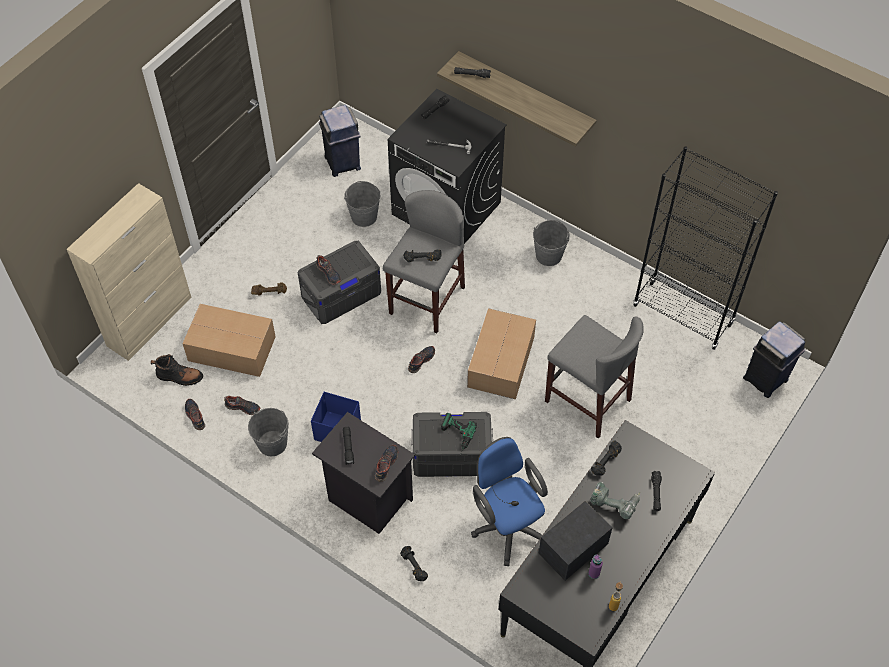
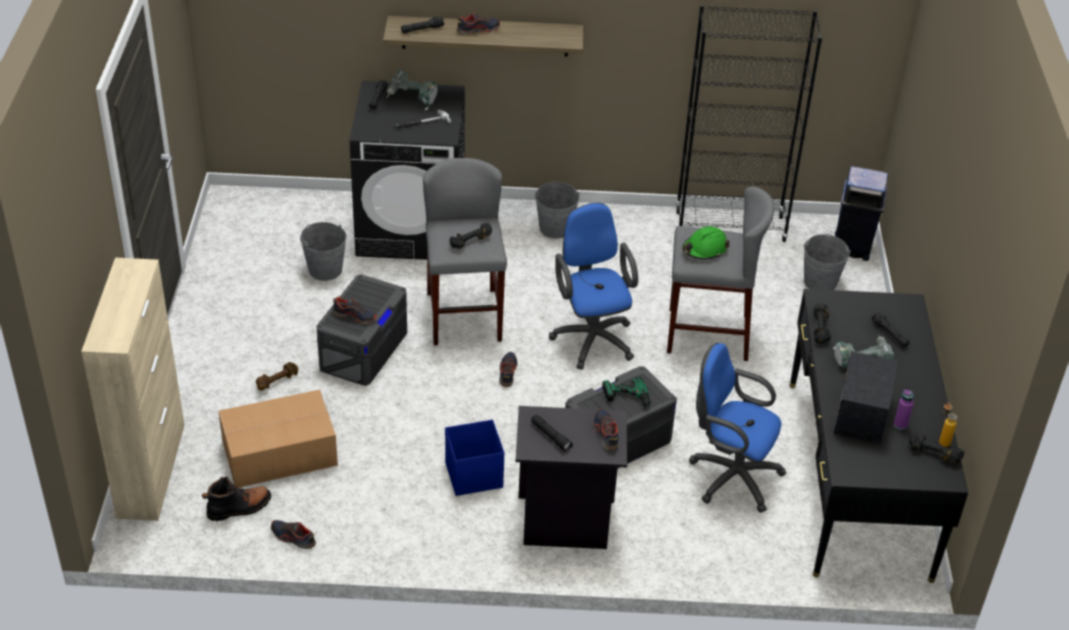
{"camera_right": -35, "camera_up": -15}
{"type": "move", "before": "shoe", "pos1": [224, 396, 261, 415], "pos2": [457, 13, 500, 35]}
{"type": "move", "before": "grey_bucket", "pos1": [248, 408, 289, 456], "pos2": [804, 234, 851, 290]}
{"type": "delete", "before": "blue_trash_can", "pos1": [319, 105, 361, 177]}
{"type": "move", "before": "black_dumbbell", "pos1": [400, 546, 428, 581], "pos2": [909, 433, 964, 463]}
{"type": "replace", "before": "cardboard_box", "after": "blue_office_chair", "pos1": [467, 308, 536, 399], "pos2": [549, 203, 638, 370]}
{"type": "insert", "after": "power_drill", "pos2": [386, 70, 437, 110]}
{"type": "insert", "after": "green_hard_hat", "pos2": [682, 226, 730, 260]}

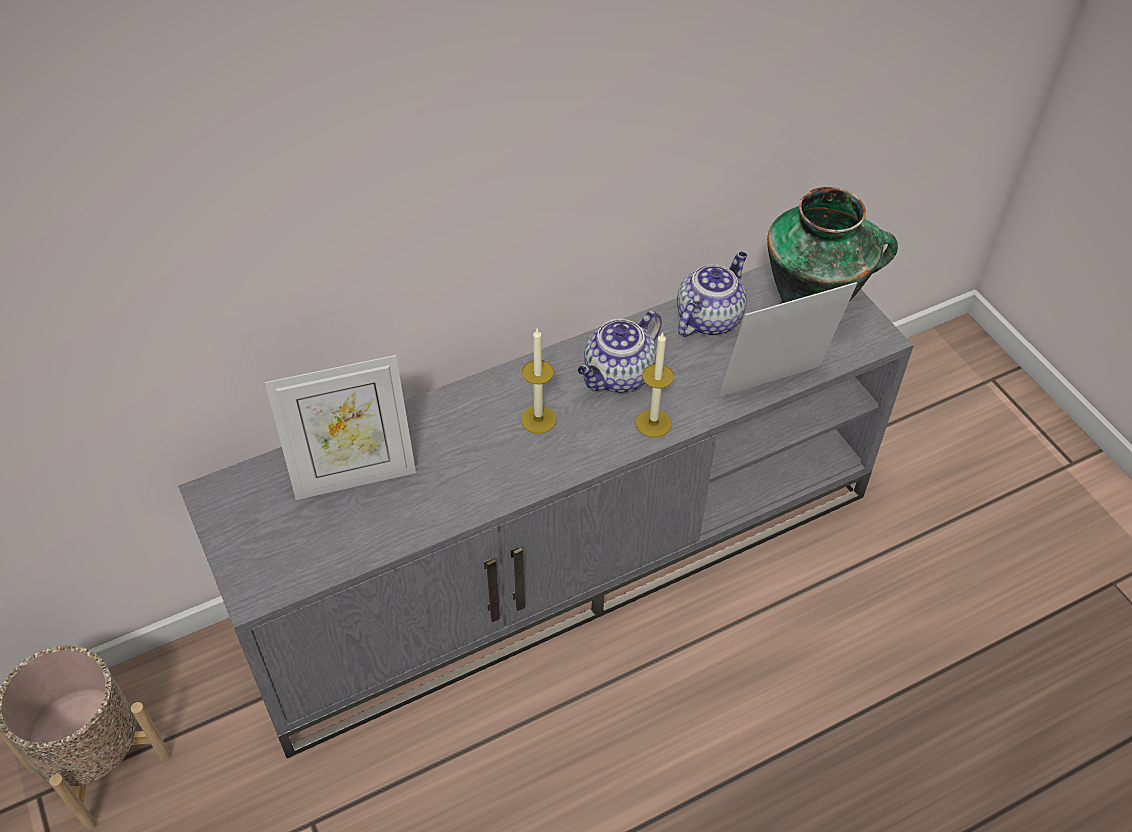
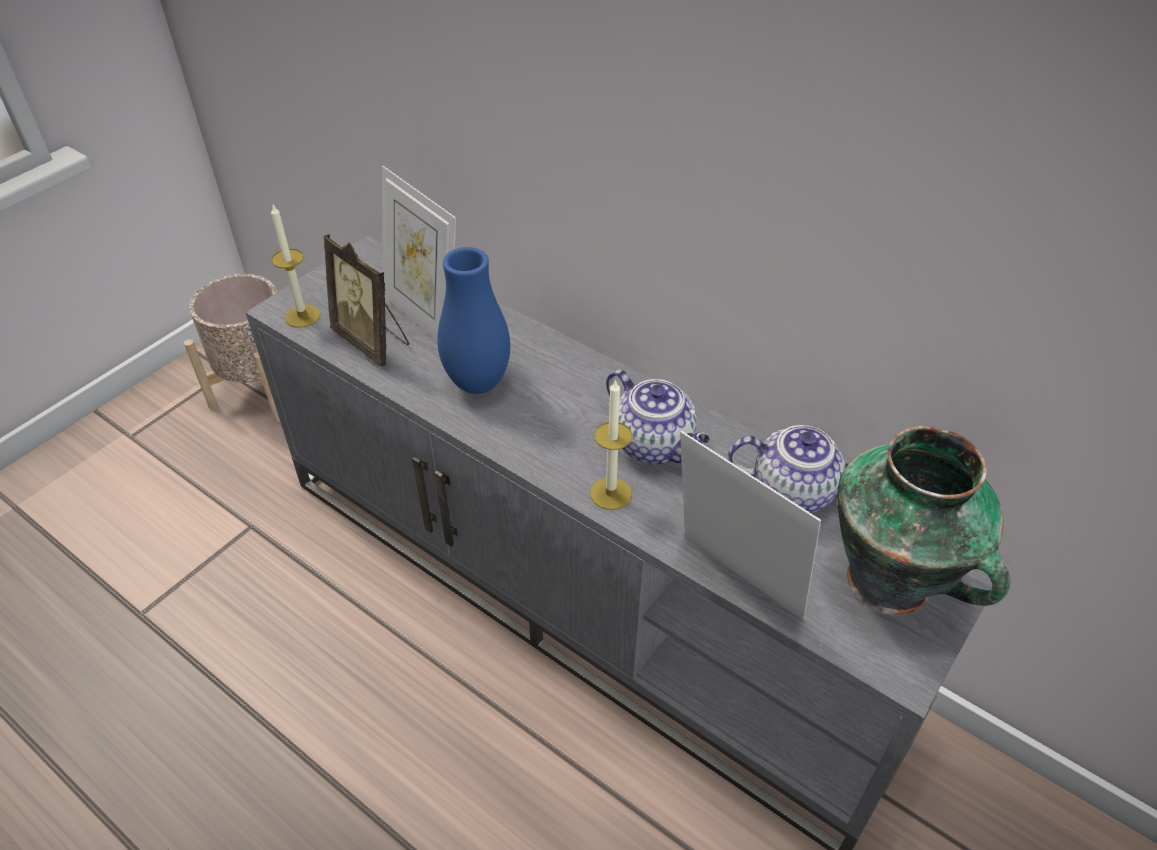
{"camera_right": 65, "camera_up": -5}
{"type": "move", "before": "candle", "pos1": [521, 329, 556, 434], "pos2": [271, 205, 321, 328]}
{"type": "rotate", "before": "teapot", "pos1": [578, 311, 662, 393], "pos2": [606, 369, 710, 464], "turn": -150}
{"type": "insert", "after": "picture_frame", "pos2": [324, 234, 409, 367]}
{"type": "insert", "after": "blue_vase", "pos2": [437, 247, 510, 394]}

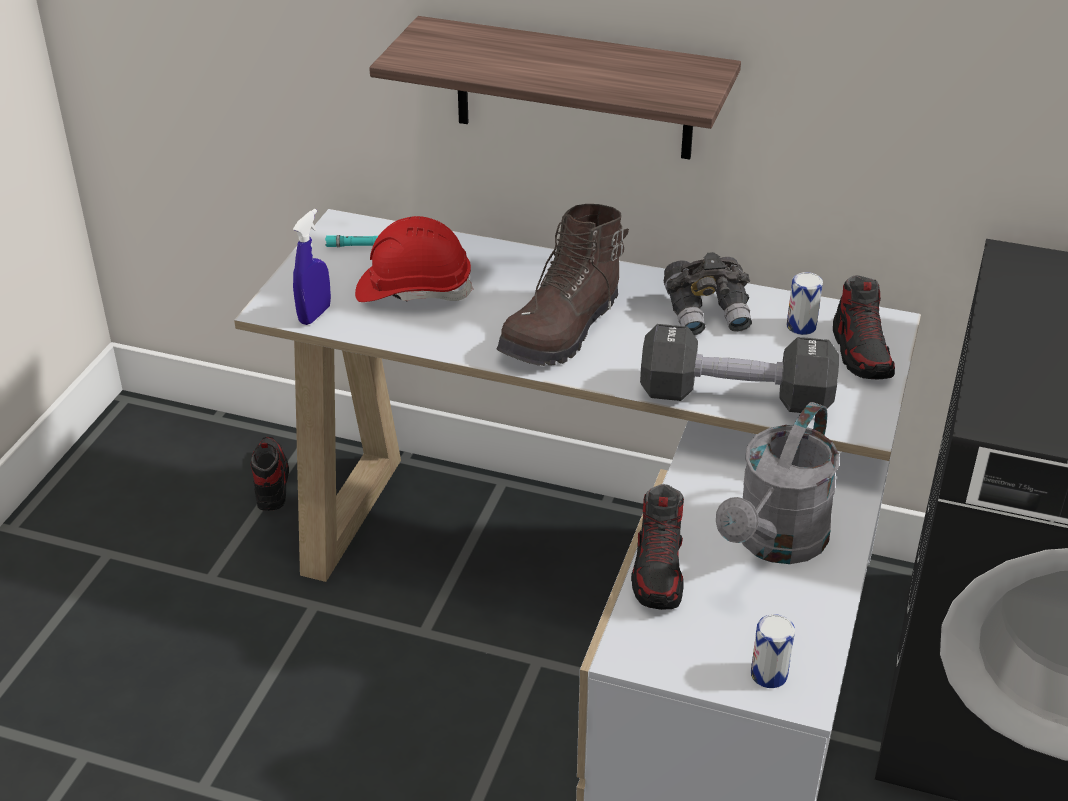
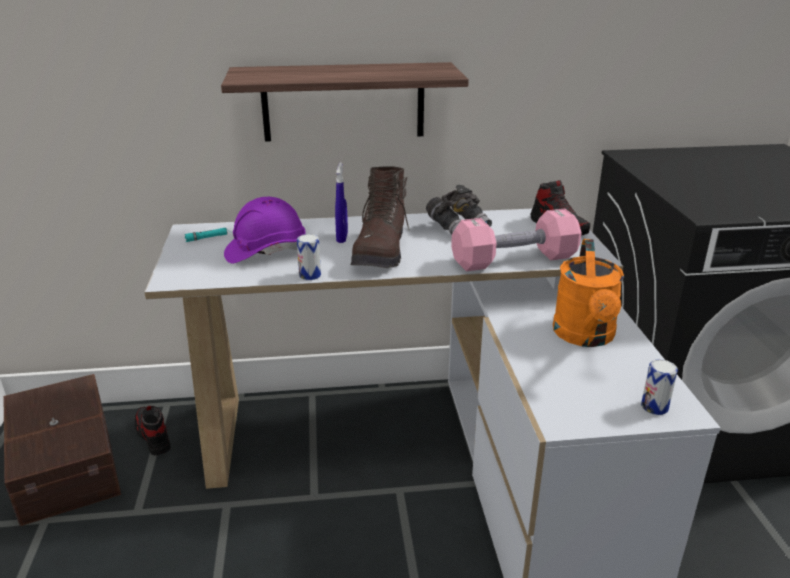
{"camera_right": -25, "camera_up": -10}
{"type": "move", "before": "blue_spray_bottle", "pos1": [293, 209, 331, 325], "pos2": [335, 162, 348, 243]}
{"type": "recolor", "before": "red_hard_hat", "after": "purple_hard_hat", "pos1": [355, 216, 473, 302], "pos2": [224, 197, 306, 263]}
{"type": "delete", "before": "shoe", "pos1": [631, 484, 684, 610]}
{"type": "recolor", "before": "black_dumbbell", "after": "pink_dumbbell", "pos1": [640, 324, 839, 413], "pos2": [451, 208, 582, 271]}
{"type": "recolor", "before": "grey_watering_can", "after": "orange_watering_can", "pos1": [716, 402, 839, 564], "pos2": [553, 239, 624, 347]}
{"type": "move", "before": "can", "pos1": [787, 272, 823, 335], "pos2": [297, 234, 321, 280]}
{"type": "insert", "after": "brown_storage_box", "pos2": [4, 374, 121, 526]}

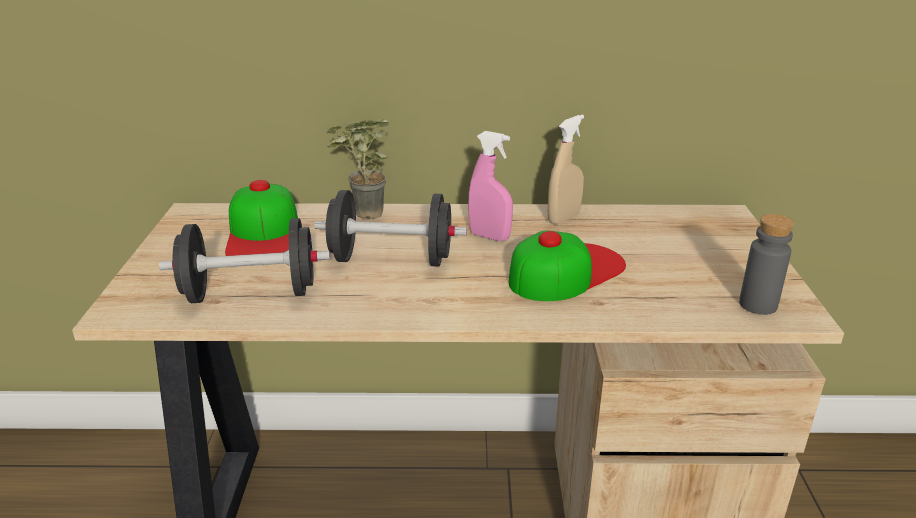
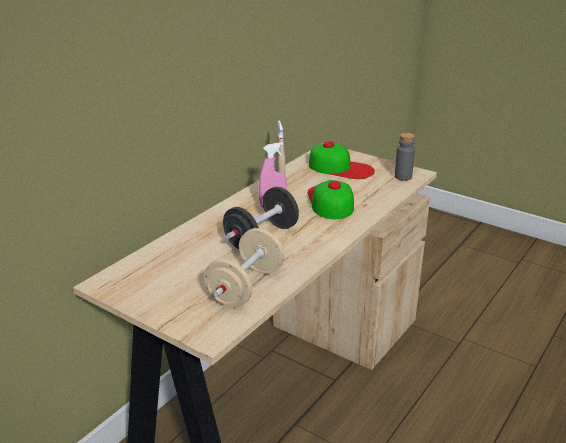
{"camera_right": -55, "camera_up": 0}
{"type": "recolor", "before": "black_dumbbell", "after": "beige_dumbbell", "pos1": [159, 218, 330, 303], "pos2": [204, 228, 284, 308]}
{"type": "move", "before": "cap", "pos1": [225, 180, 298, 256], "pos2": [309, 141, 375, 179]}
{"type": "delete", "before": "potted_plant", "pos1": [327, 119, 389, 219]}

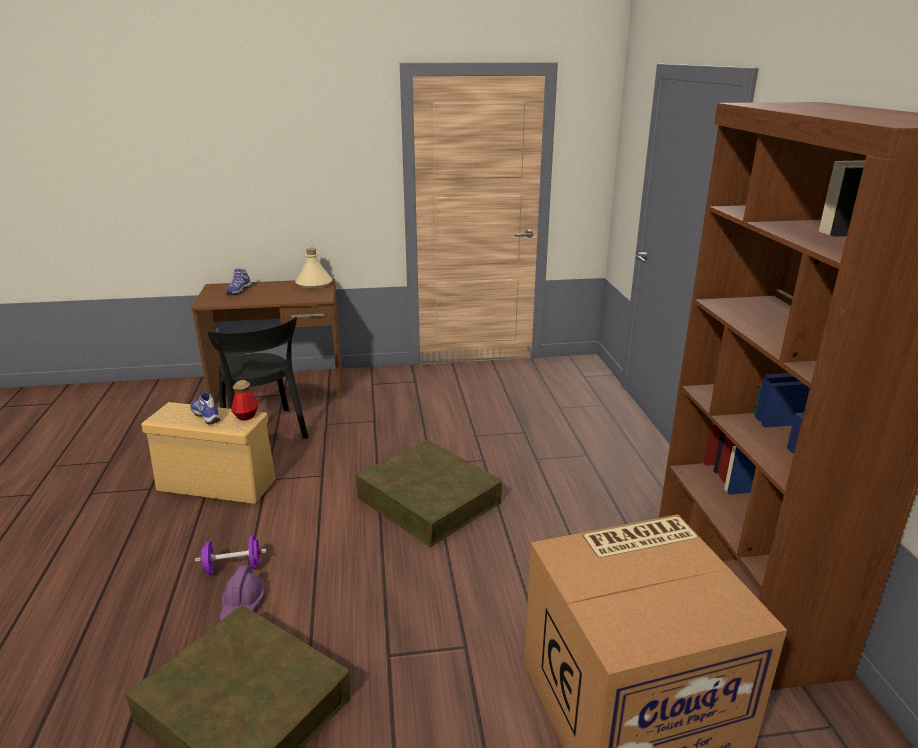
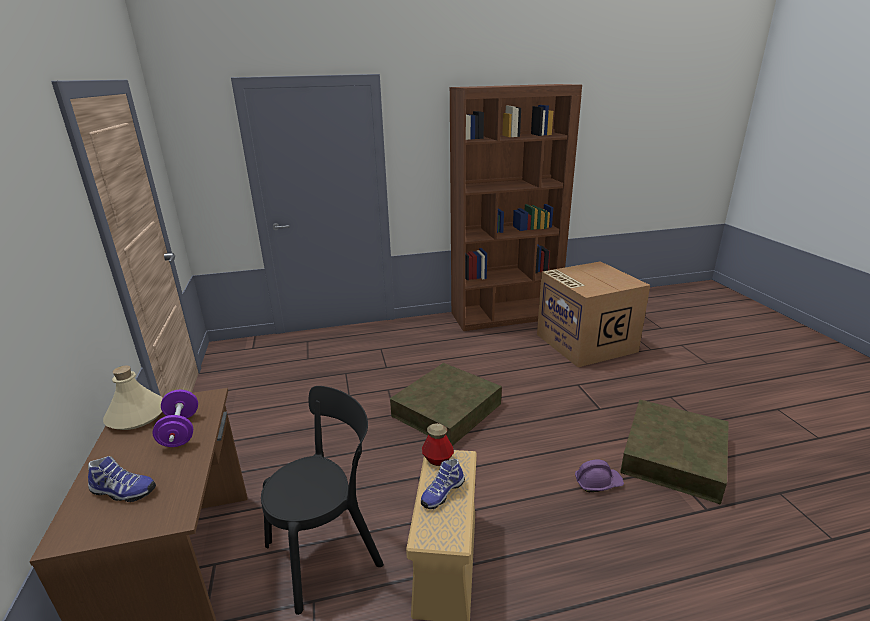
{"camera_right": -95, "camera_up": 0}
{"type": "move", "before": "purple_dumbbell", "pos1": [195, 536, 266, 575], "pos2": [153, 390, 198, 447]}

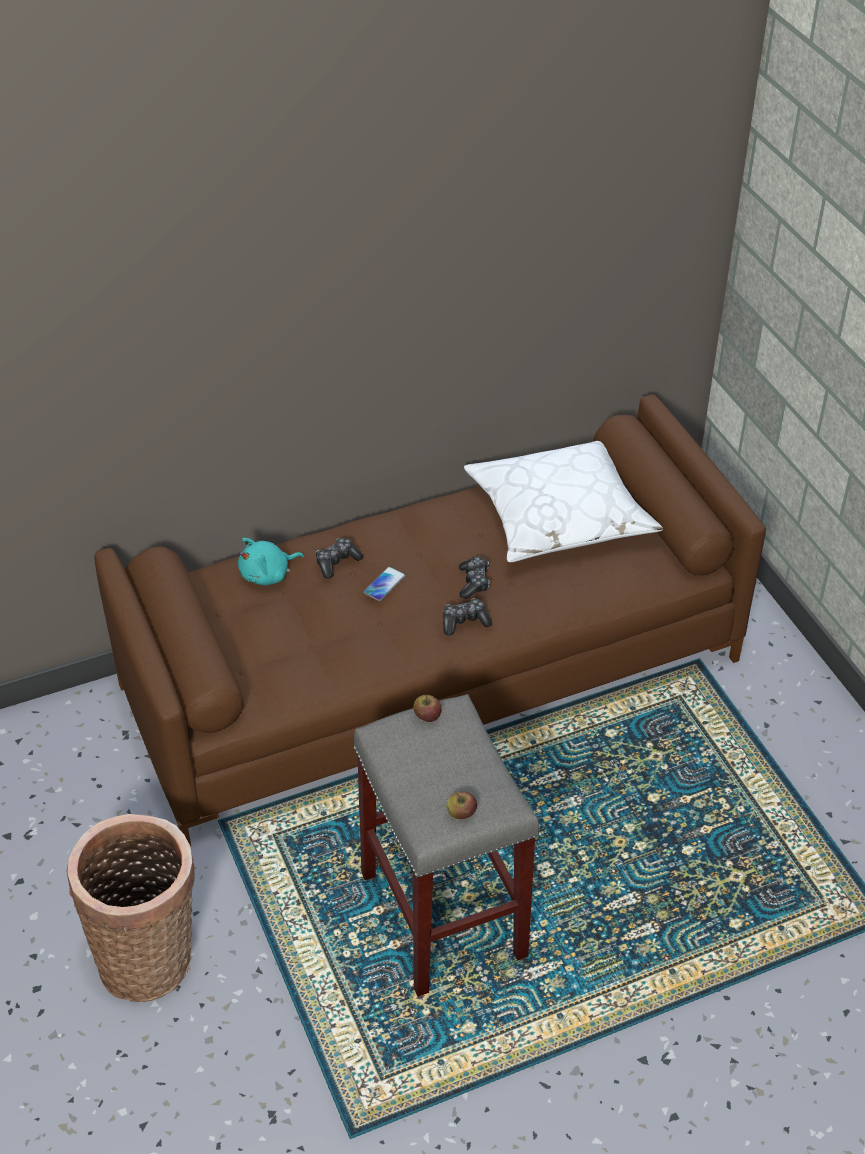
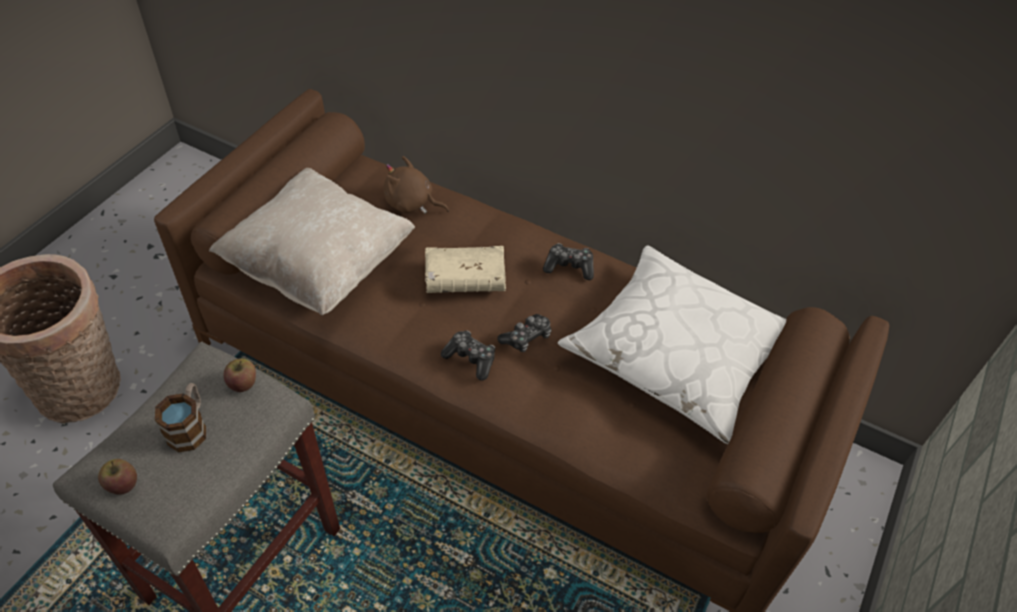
{"camera_right": 50, "camera_up": 5}
{"type": "recolor", "before": "turquoise_plush_toy", "after": "brown_plush_toy", "pos1": [238, 538, 304, 585], "pos2": [383, 156, 449, 214]}
{"type": "move", "before": "game_controller", "pos1": [316, 538, 363, 579], "pos2": [543, 243, 594, 280]}
{"type": "replace", "before": "phone", "after": "beige_book", "pos1": [363, 566, 406, 601], "pos2": [425, 246, 506, 293]}
{"type": "insert", "after": "mug", "pos2": [155, 383, 206, 452]}
{"type": "insert", "after": "beige_pillow", "pos2": [209, 168, 415, 315]}

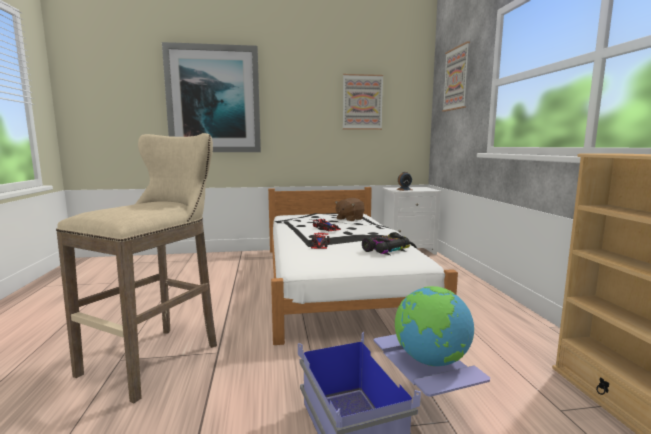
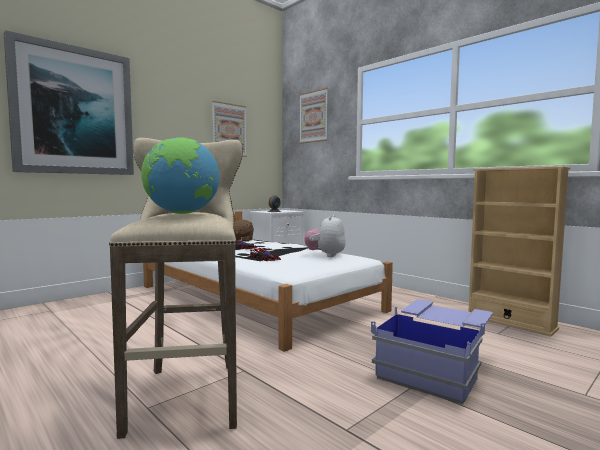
{"camera_right": -35, "camera_up": -5}
{"type": "replace", "before": "toy_car", "after": "plush_toy", "pos1": [362, 232, 410, 255], "pos2": [304, 215, 346, 257]}
{"type": "move", "before": "globe", "pos1": [395, 286, 474, 366], "pos2": [141, 137, 220, 214]}

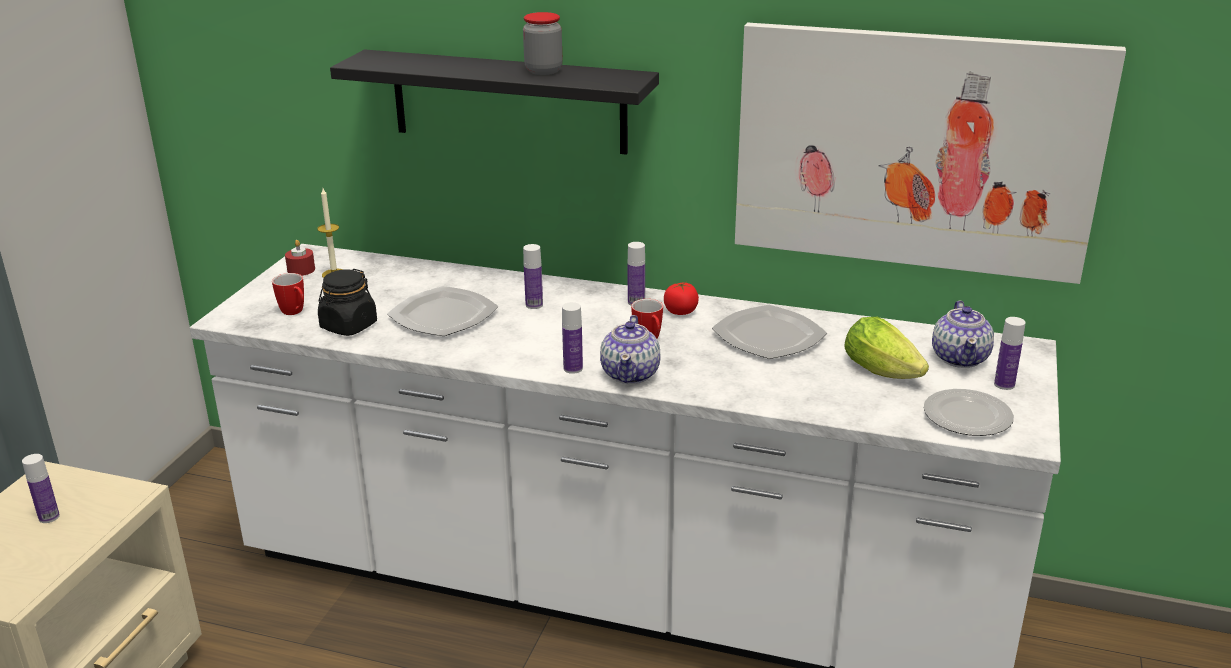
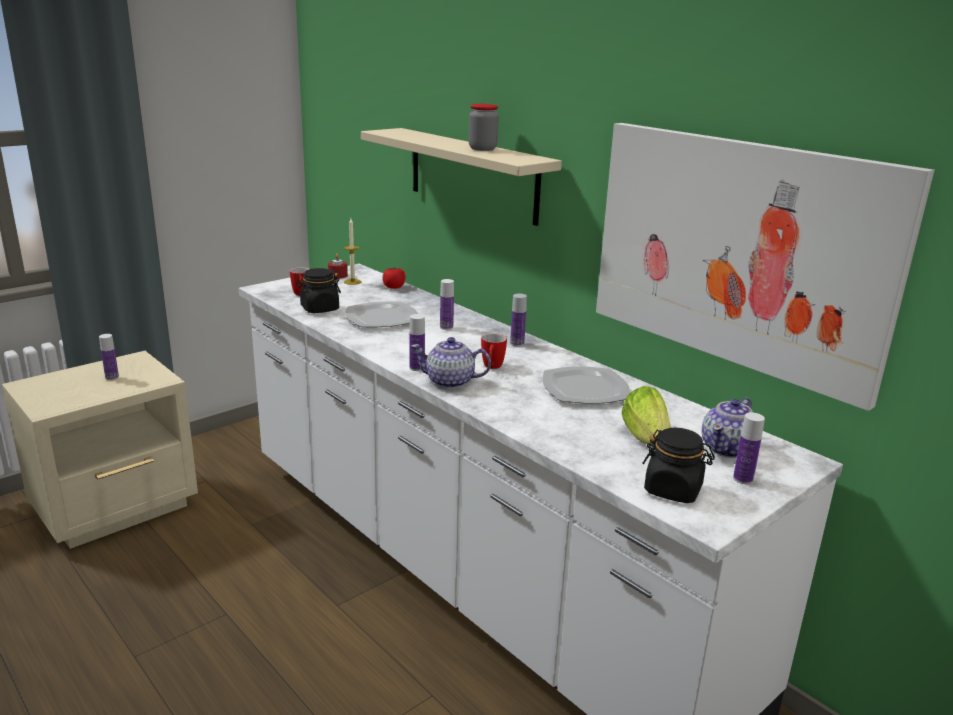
{"camera_right": 30, "camera_up": -5}
{"type": "recolor", "before": "black_shelf", "after": "beige_shelf", "pos1": [330, 49, 659, 155], "pos2": [361, 128, 562, 226]}
{"type": "rotate", "before": "teapot", "pos1": [600, 315, 661, 384], "pos2": [411, 337, 491, 389], "turn": 60}
{"type": "move", "before": "tomato", "pos1": [664, 282, 699, 315], "pos2": [383, 267, 405, 289]}
{"type": "replace", "before": "plate", "after": "black_jar", "pos1": [924, 389, 1014, 436], "pos2": [642, 428, 715, 503]}

